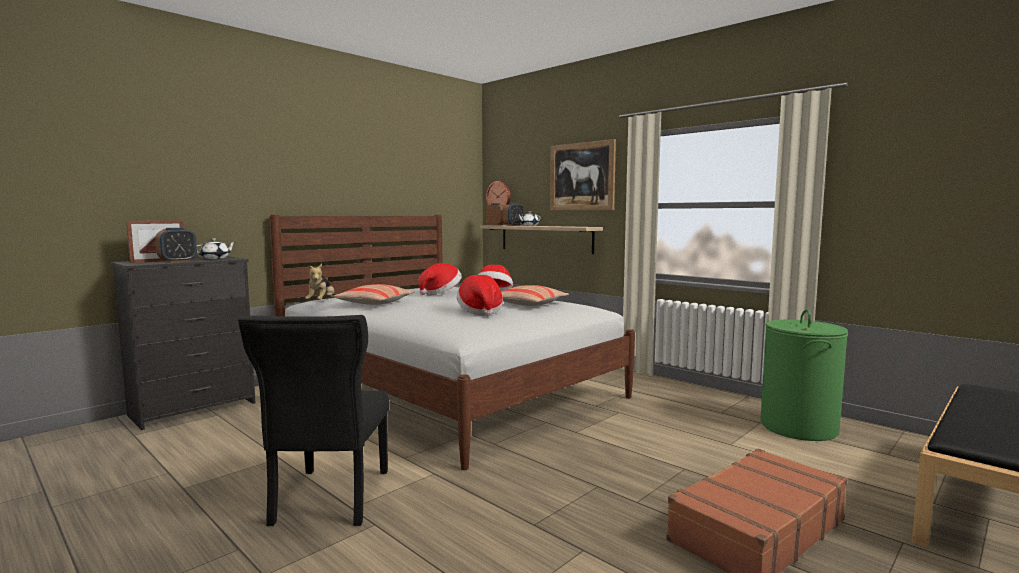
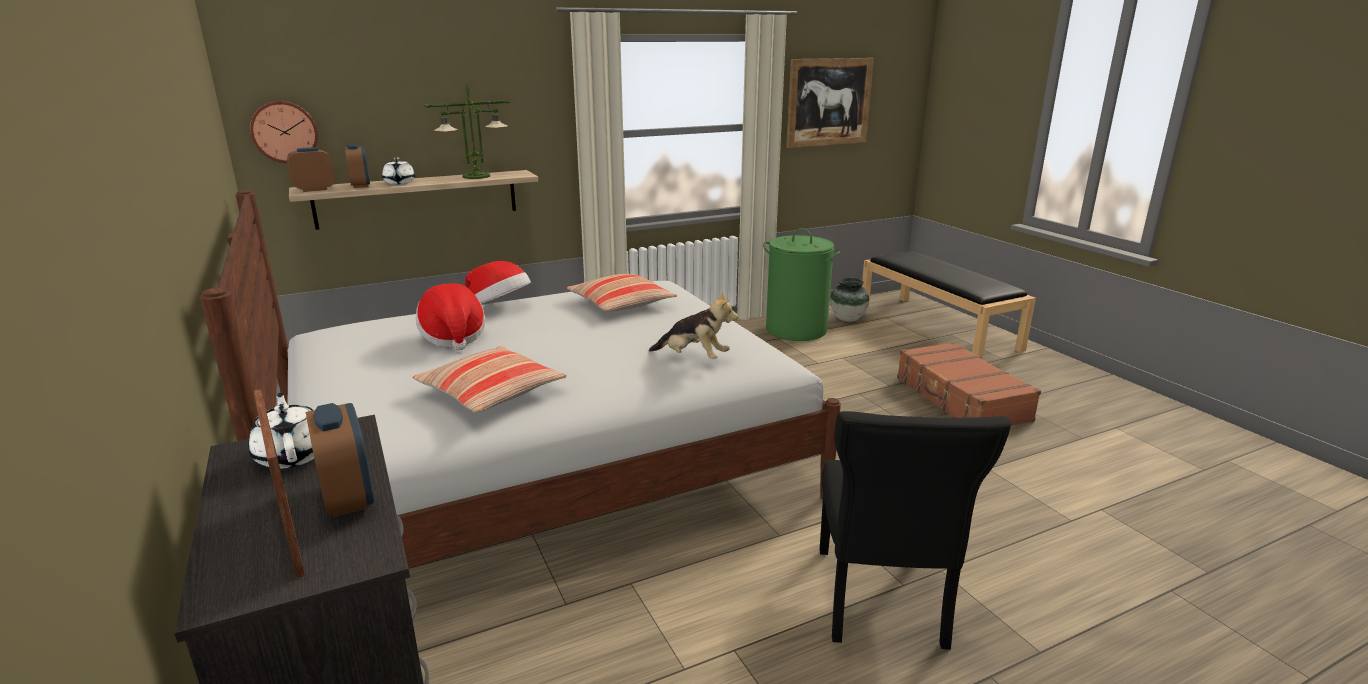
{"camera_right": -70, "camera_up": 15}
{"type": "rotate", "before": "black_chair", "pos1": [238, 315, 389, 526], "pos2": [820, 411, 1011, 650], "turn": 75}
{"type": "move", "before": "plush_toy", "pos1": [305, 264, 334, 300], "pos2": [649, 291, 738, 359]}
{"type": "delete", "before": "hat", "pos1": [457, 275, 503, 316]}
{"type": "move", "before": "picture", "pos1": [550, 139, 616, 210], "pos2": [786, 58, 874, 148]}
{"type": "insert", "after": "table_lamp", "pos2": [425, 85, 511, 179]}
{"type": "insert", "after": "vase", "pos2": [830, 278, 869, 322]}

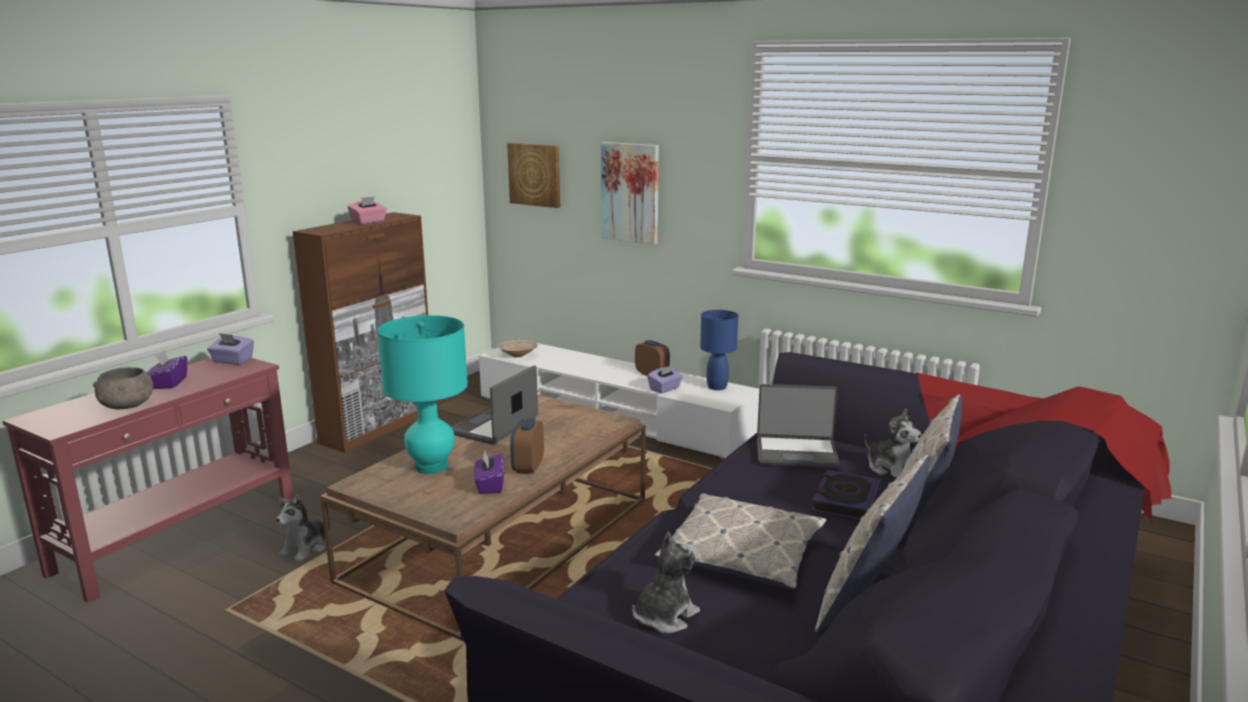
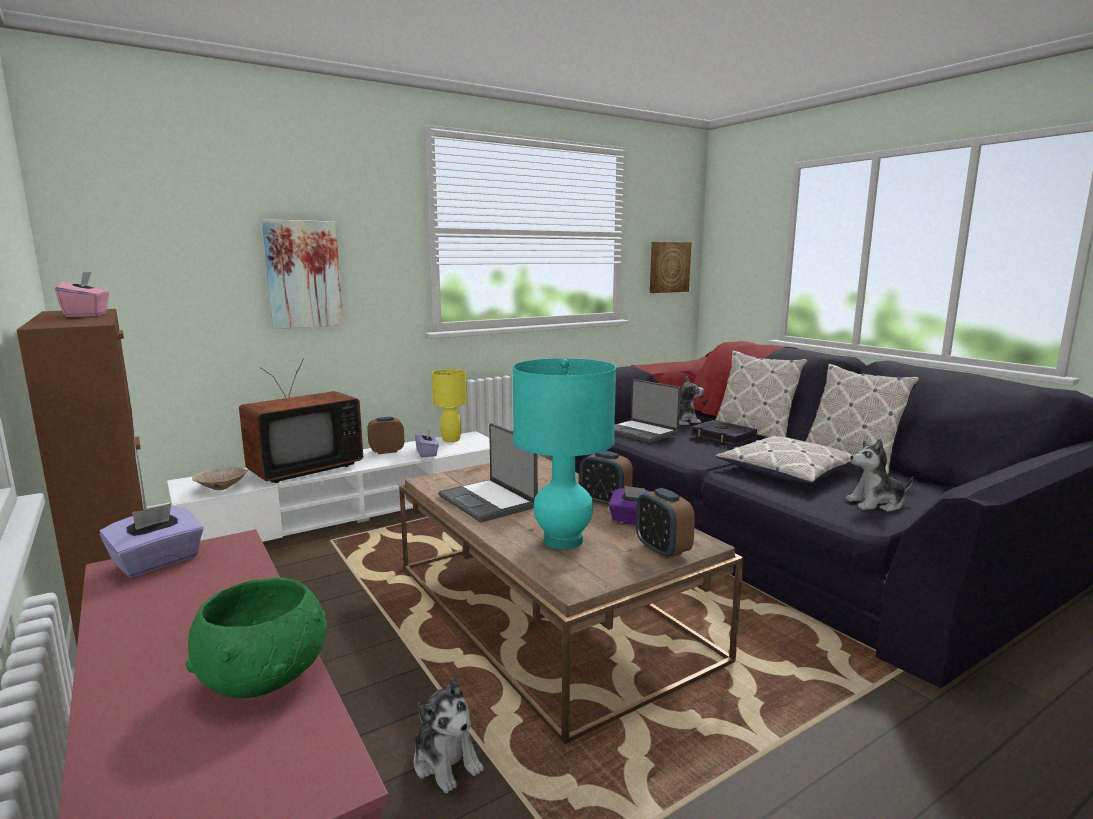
{"camera_right": -65, "camera_up": -5}
{"type": "recolor", "before": "grey_bowl", "after": "green_bowl", "pos1": [93, 367, 153, 410], "pos2": [186, 578, 327, 698]}
{"type": "delete", "before": "purple_tissue_box", "pos1": [147, 351, 187, 389]}
{"type": "move", "before": "picture", "pos1": [507, 143, 560, 208], "pos2": [650, 242, 691, 293]}
{"type": "rotate", "before": "plush_toy", "pos1": [632, 532, 700, 633], "pos2": [846, 439, 913, 511], "turn": -75}
{"type": "recolor", "before": "blue_table_lamp", "after": "yellow_table_lamp", "pos1": [700, 310, 738, 390], "pos2": [432, 369, 467, 442]}
{"type": "rotate", "before": "laptop", "pos1": [757, 384, 840, 468], "pos2": [614, 379, 681, 443], "turn": 105}
{"type": "insert", "after": "television", "pos2": [239, 359, 363, 483]}
{"type": "insert", "after": "alarm_clock", "pos2": [636, 488, 695, 559]}

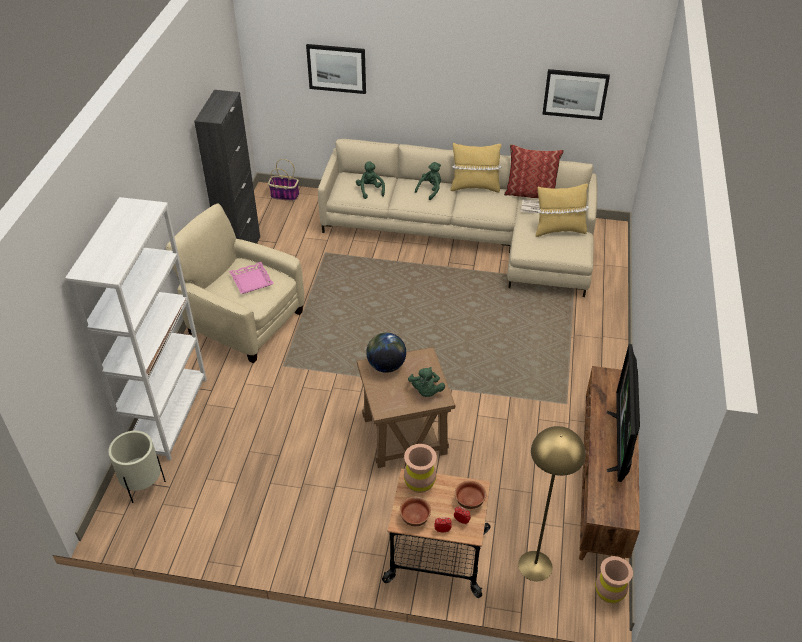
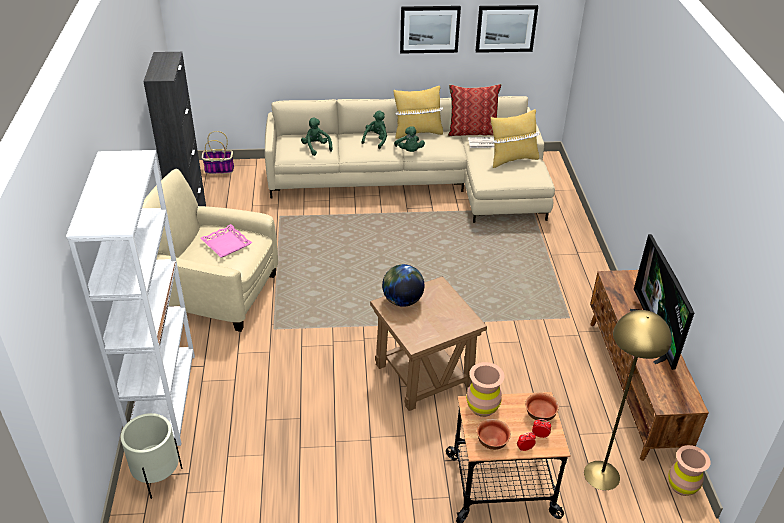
{"camera_right": -15, "camera_up": -5}
{"type": "move", "before": "picture", "pos1": [306, 44, 366, 94], "pos2": [400, 6, 461, 54]}
{"type": "move", "before": "green_plush_toy", "pos1": [408, 367, 445, 397], "pos2": [394, 126, 425, 152]}

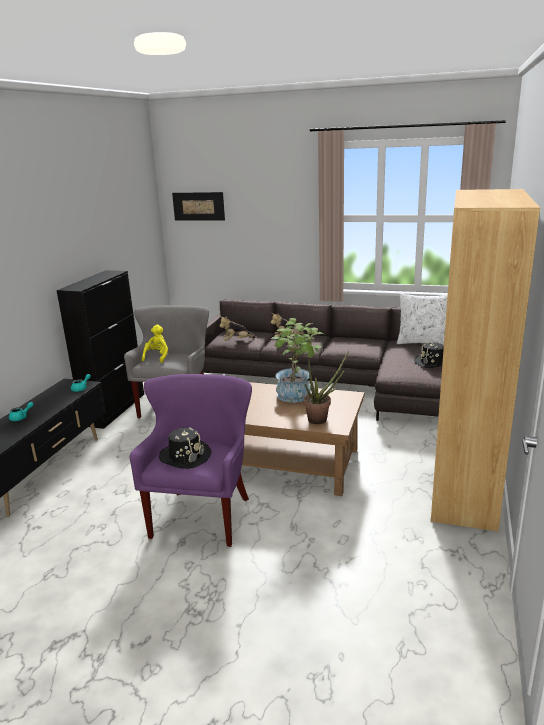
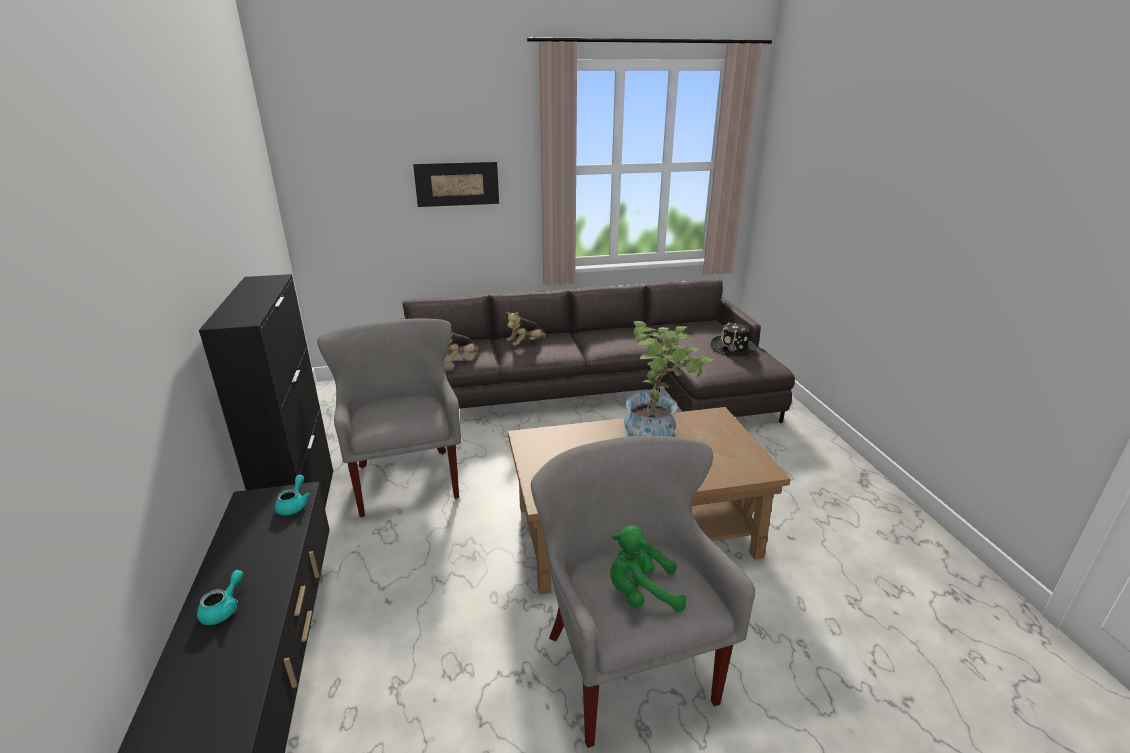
{"camera_right": -30, "camera_up": 5}
{"type": "recolor", "before": "purple_armchair", "after": "grey_armchair", "pos1": [129, 374, 252, 547], "pos2": [531, 435, 756, 748]}
{"type": "delete", "before": "yellow_plush_toy", "pos1": [142, 325, 168, 363]}
{"type": "replace", "before": "black_hat", "after": "green_plush_toy", "pos1": [159, 427, 212, 469], "pos2": [610, 525, 686, 612]}
{"type": "move", "before": "picture", "pos1": [172, 192, 225, 221], "pos2": [413, 162, 499, 207]}
{"type": "delete", "before": "potted_plant", "pos1": [304, 350, 349, 424]}
{"type": "delete", "before": "white_pillow", "pos1": [397, 293, 448, 345]}
{"type": "delete", "before": "brown_bookcase", "pos1": [431, 189, 540, 532]}

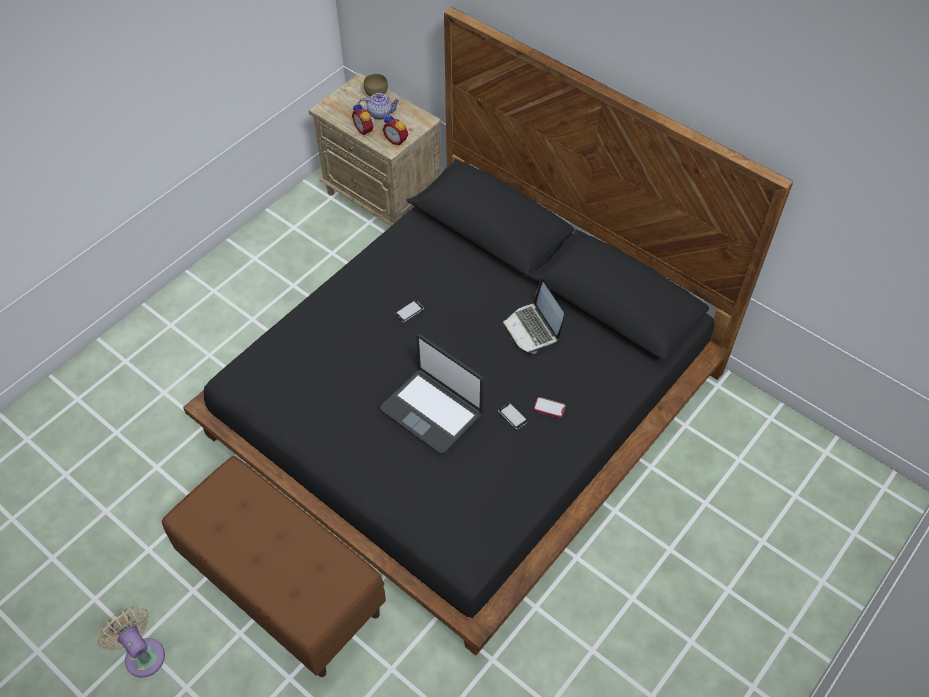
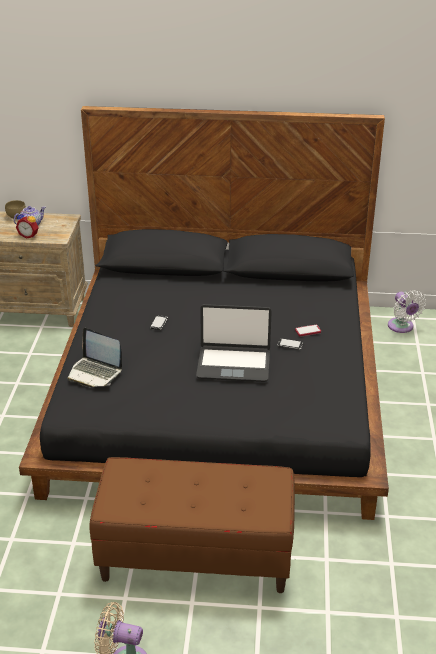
{"camera_right": -35, "camera_up": -20}
{"type": "delete", "before": "alarm_clock", "pos1": [382, 114, 408, 145]}
{"type": "move", "before": "laptop", "pos1": [502, 278, 564, 354], "pos2": [67, 328, 122, 387]}
{"type": "insert", "after": "white_fan", "pos2": [388, 290, 426, 333]}

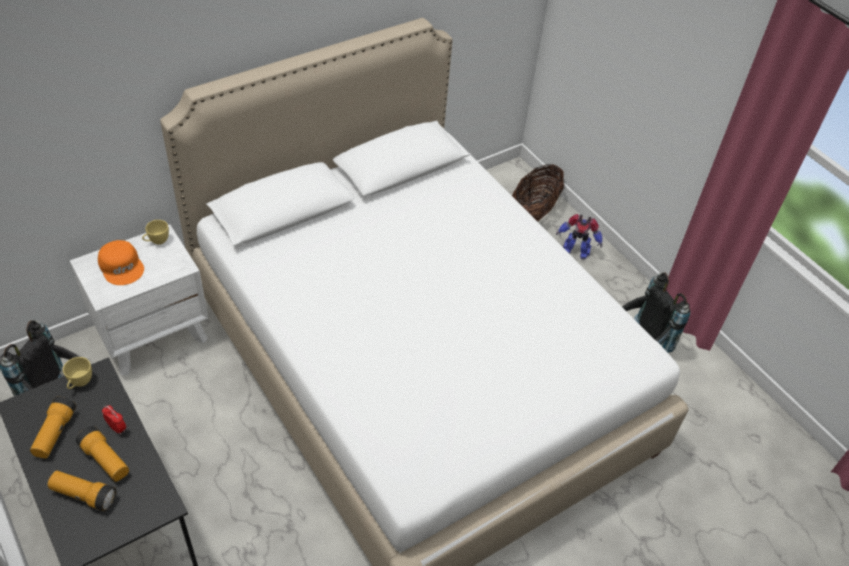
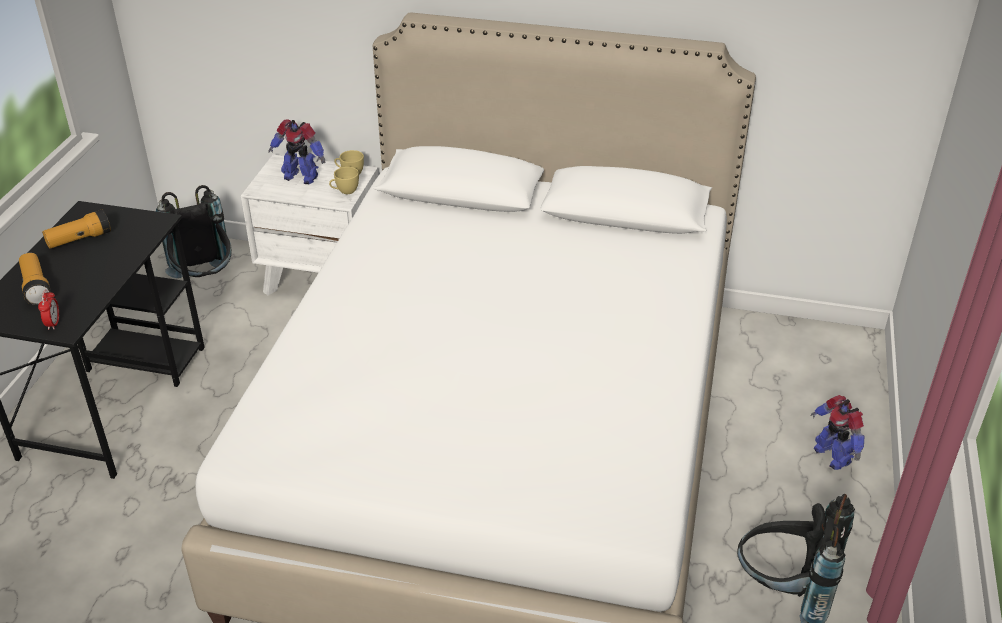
{"camera_right": 50, "camera_up": -10}
{"type": "move", "before": "yellow_cup", "pos1": [63, 357, 92, 389], "pos2": [329, 167, 359, 194]}
{"type": "delete", "before": "flashlight", "pos1": [76, 426, 129, 482]}
{"type": "replace", "before": "orange_cap", "after": "toy_robot", "pos1": [98, 240, 144, 285], "pos2": [268, 119, 325, 184]}
{"type": "move", "before": "alarm_clock", "pos1": [102, 405, 126, 435], "pos2": [38, 289, 59, 330]}
{"type": "delete", "before": "basket", "pos1": [512, 164, 564, 222]}

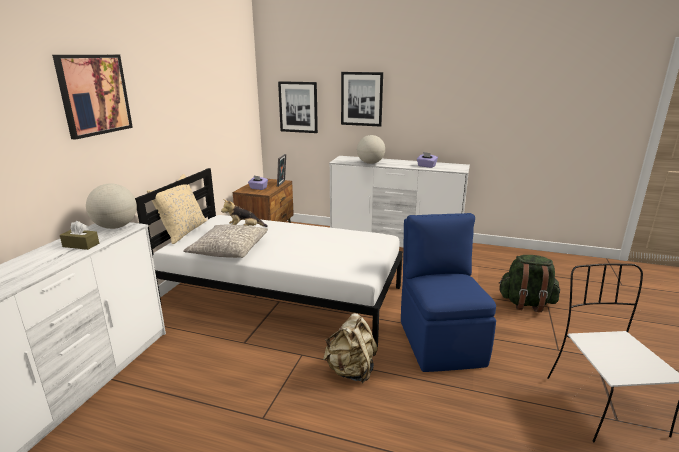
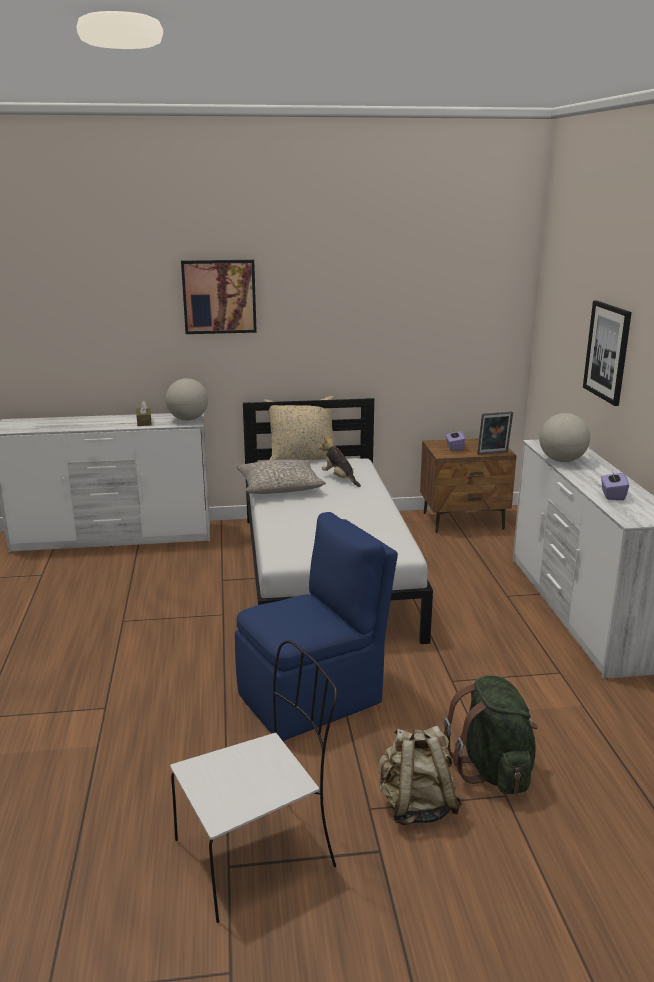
{"camera_right": 65, "camera_up": 0}
{"type": "delete", "before": "picture", "pos1": [278, 81, 318, 133]}
{"type": "move", "before": "beige_backpack", "pos1": [323, 313, 378, 383], "pos2": [378, 726, 462, 825]}

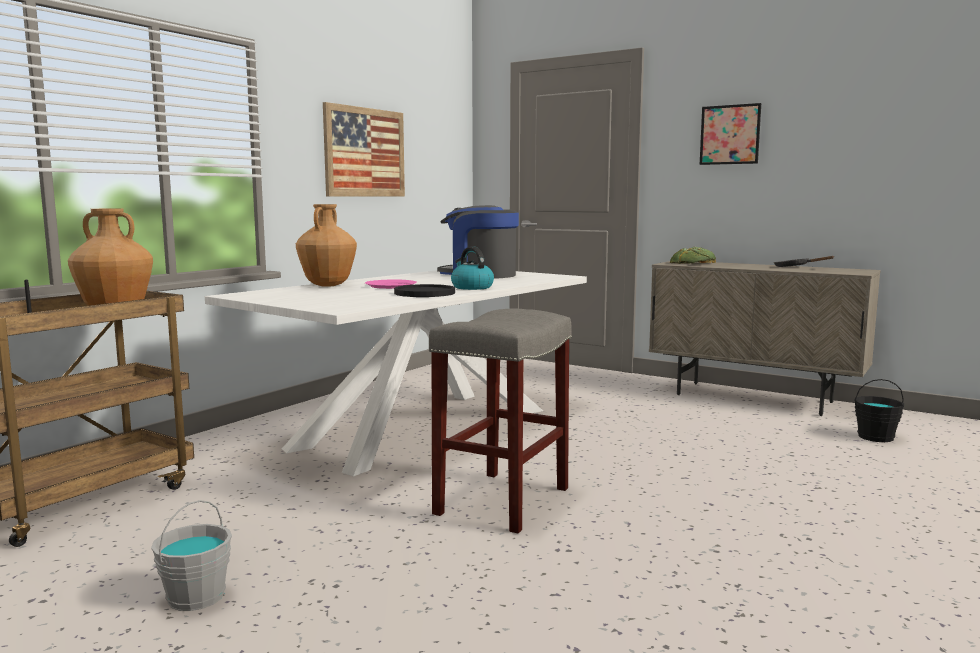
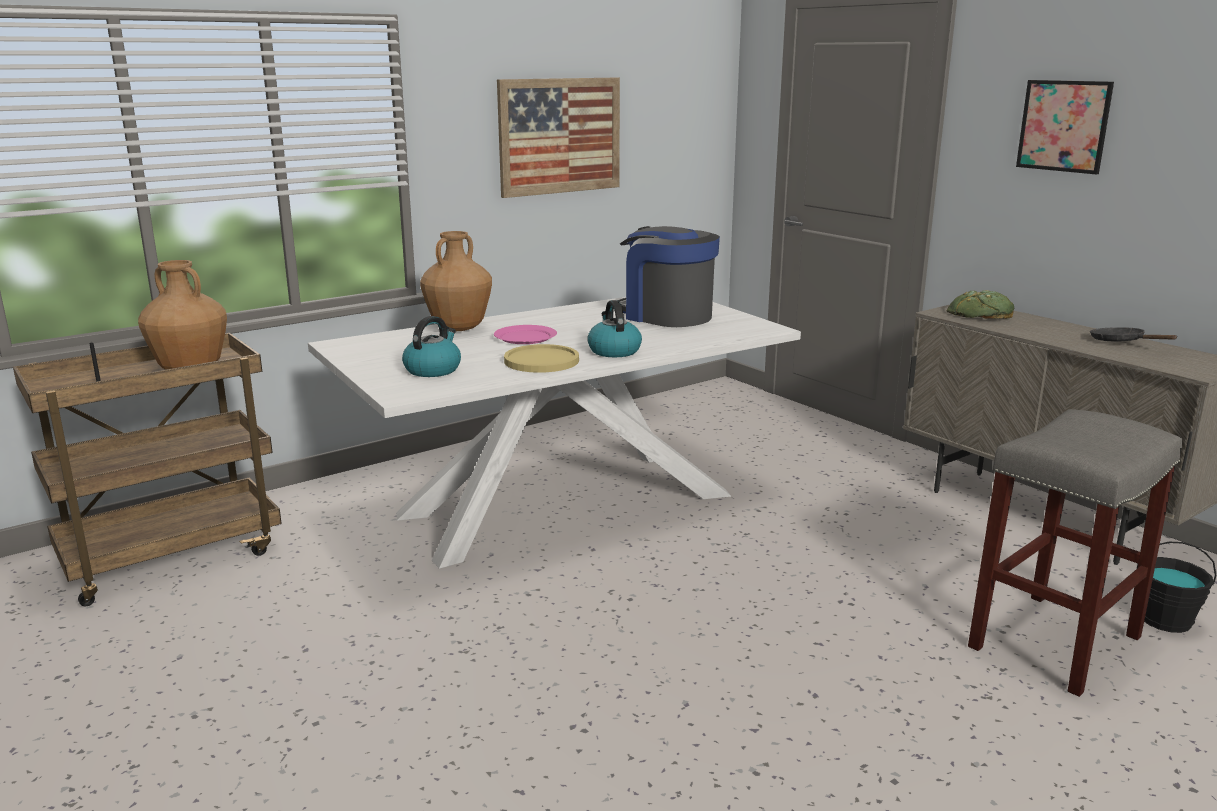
{"camera_right": 20, "camera_up": 10}
{"type": "delete", "before": "grey_bucket", "pos1": [151, 500, 232, 611]}
{"type": "recolor", "before": "black_plate", "after": "yellow_plate", "pos1": [394, 284, 455, 297], "pos2": [504, 344, 579, 373]}
{"type": "move", "before": "grey_stool", "pos1": [429, 309, 572, 533], "pos2": [968, 409, 1182, 697]}
{"type": "insert", "after": "kettle", "pos2": [402, 316, 461, 377]}

